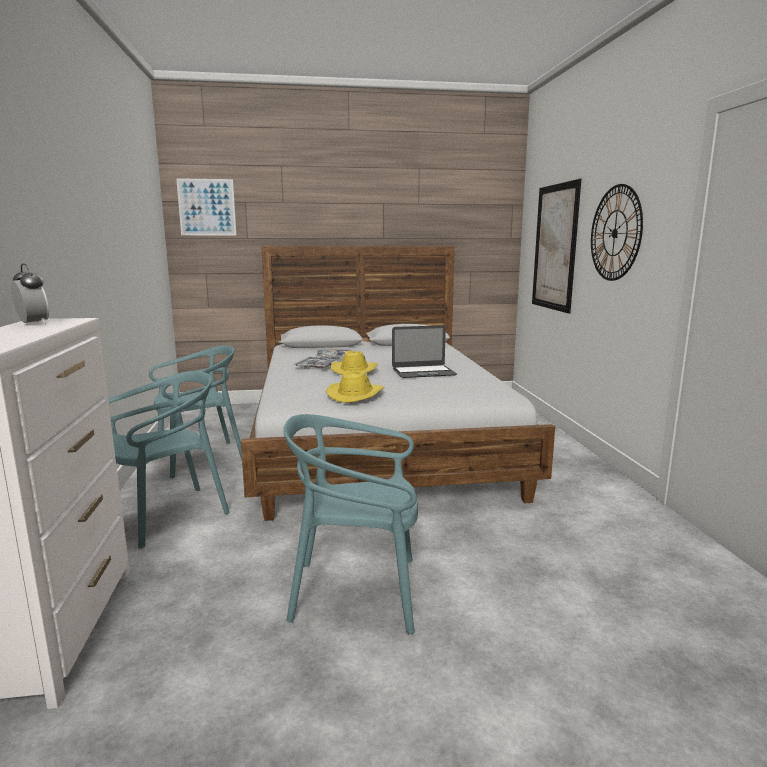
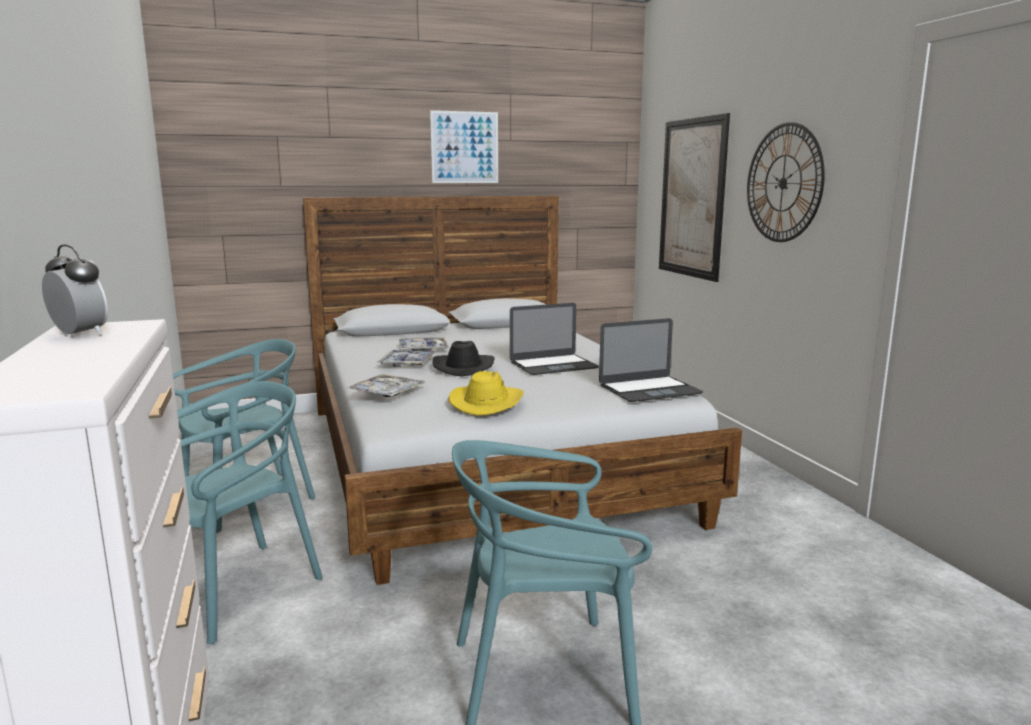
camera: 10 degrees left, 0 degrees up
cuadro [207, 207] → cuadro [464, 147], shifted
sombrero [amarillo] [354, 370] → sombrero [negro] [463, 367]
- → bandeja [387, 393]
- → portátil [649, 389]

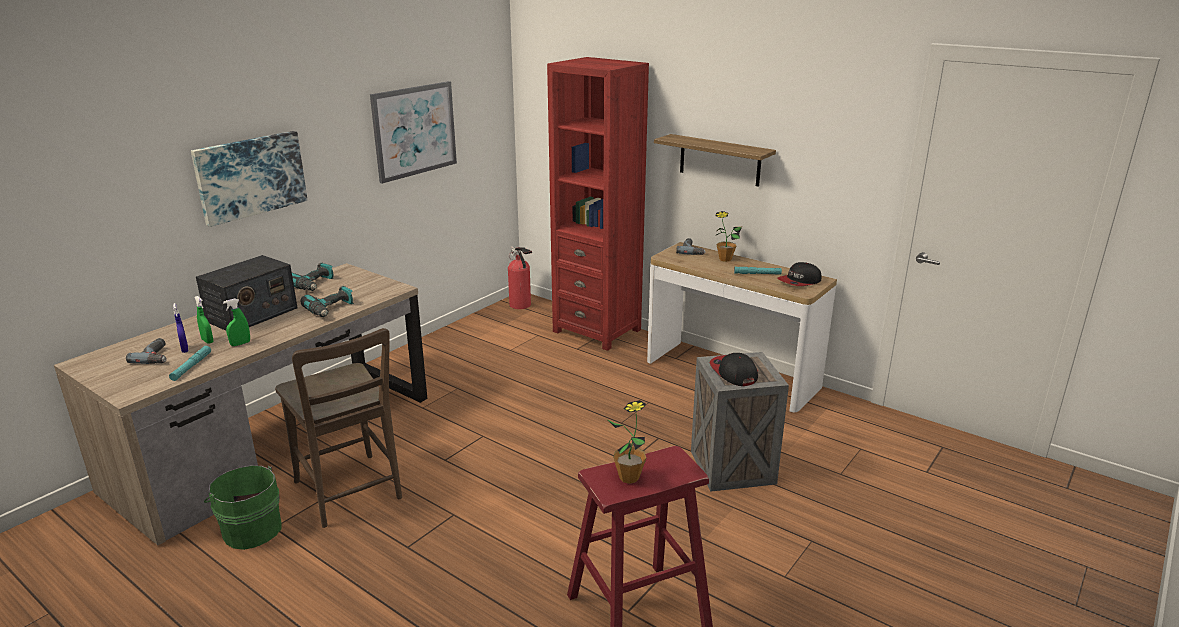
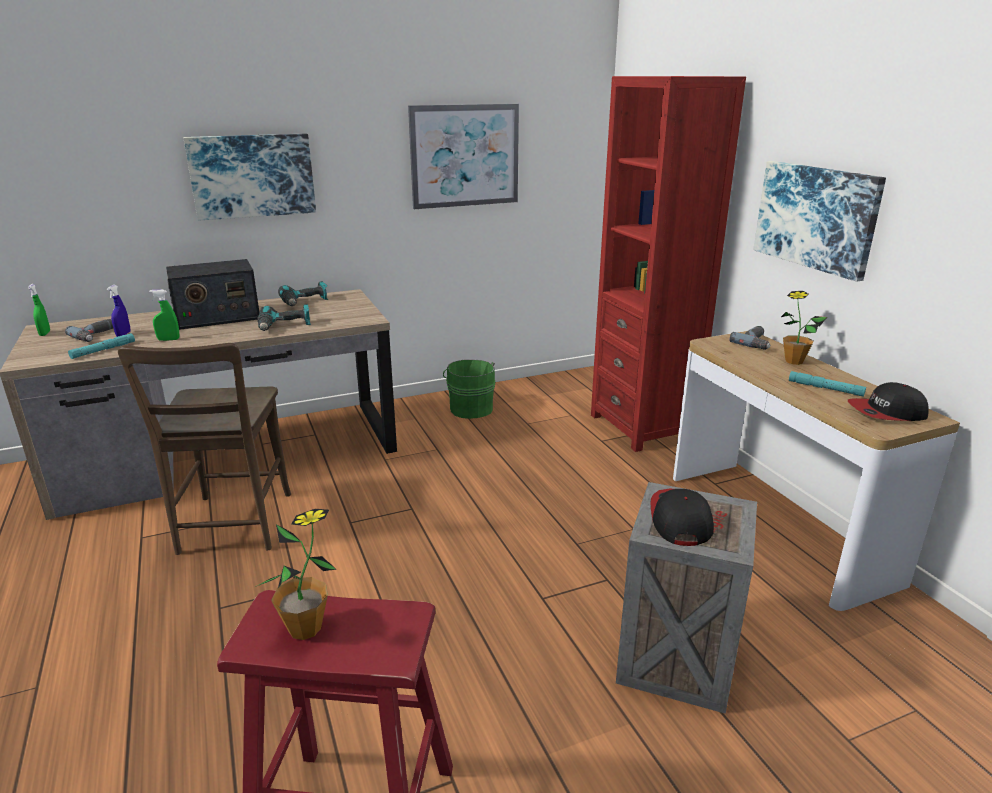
camera: 30 degrees right, 0 degrees up
pulverizador [verde] [207, 341] → pulverizador [verde] [45, 333], shifted
cubo [verde] [251, 529] → cubo [verde] [470, 408], shifted
extintor [521, 305] → -
estante [719, 160] → cuadro [816, 217]

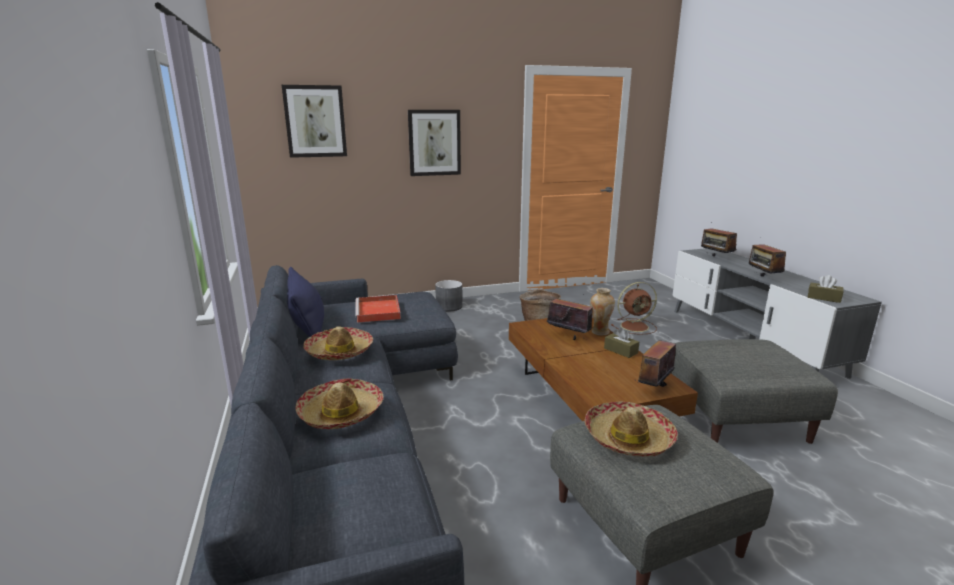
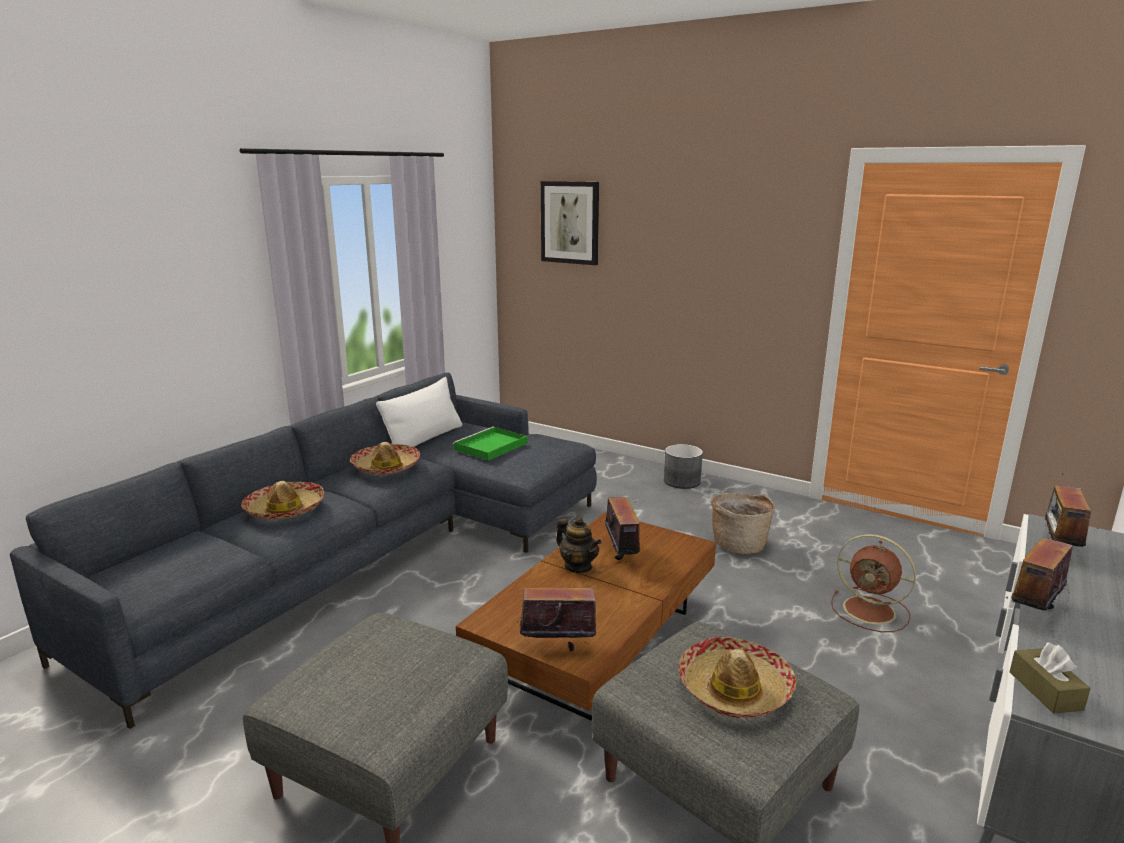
camera: 50 degrees right, 0 degrees up
cojín [azul] [307, 326] → cojín [blanco] [424, 439]
bandeja [rojo] [378, 311] → bandeja [verde] [490, 447]
cuadro [434, 143] → -
sombrero [628, 438] → sombrero [734, 689], shifted
florero [600, 332] → -
caja de pañuelos [marrón] [620, 351] → -
- → tetera [578, 566]

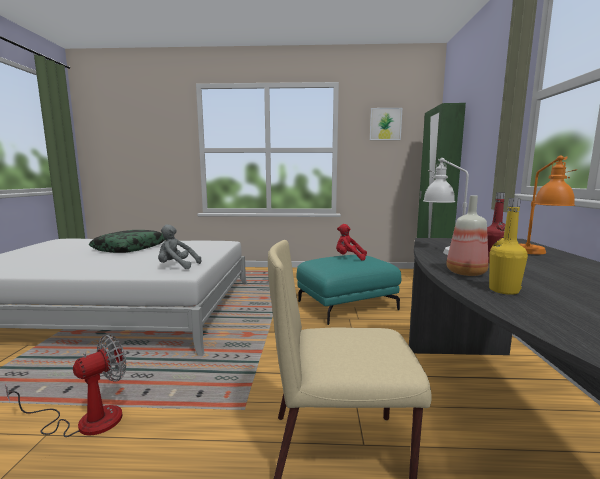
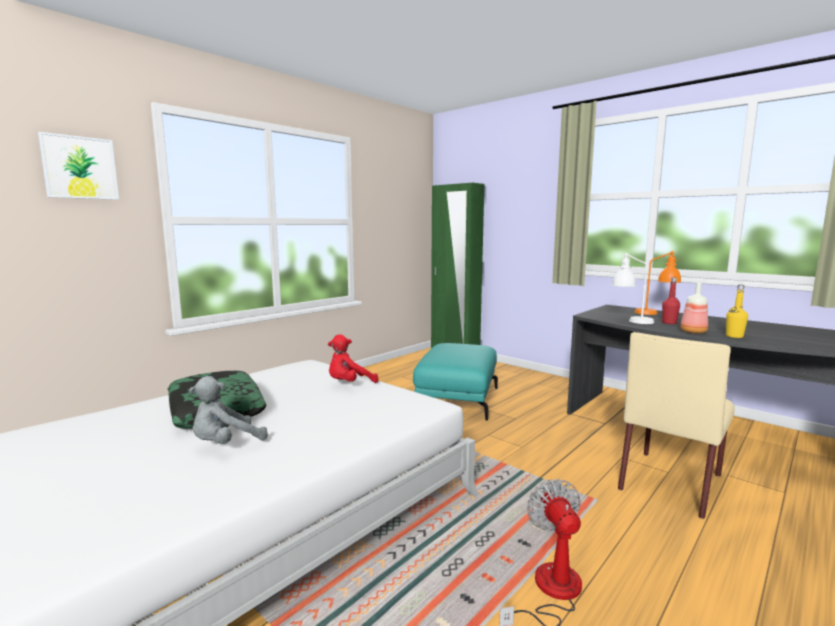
camera: 50 degrees left, 0 degrees up
peluche [gris] [176, 266] → peluche [gris] [226, 443], shifted
peluche [rojo] [349, 258] → peluche [rojo] [349, 384], shifted
cuadro [385, 124] → cuadro [80, 167], shifted

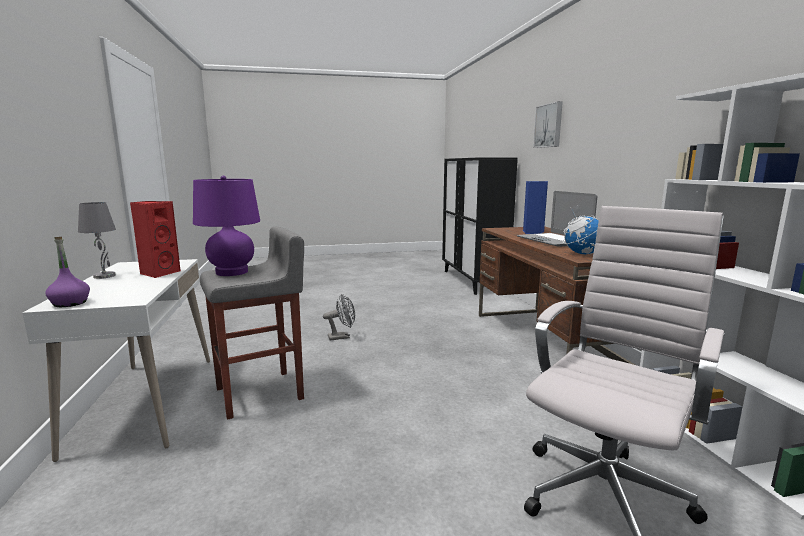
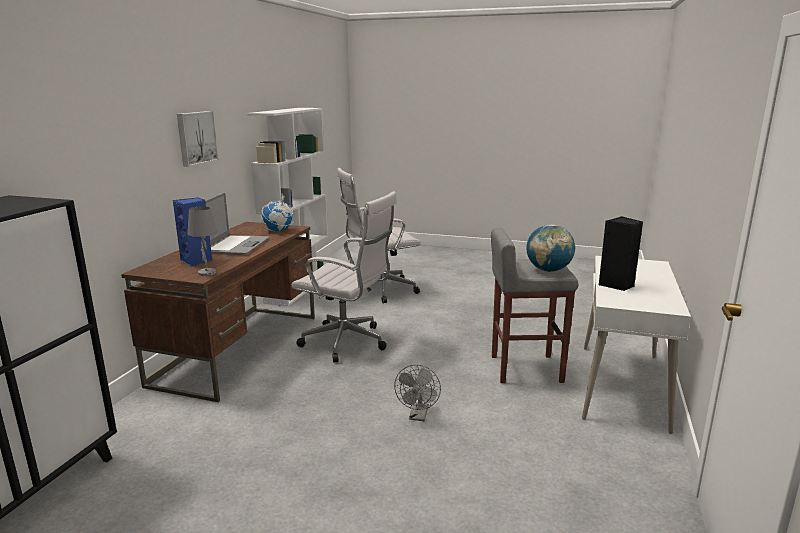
camera: 150 degrees left, 5 degrees up
botella [morado] [70, 303] → -
lámpara de mesa [gris] [105, 276] → lámpara de mesa [gris] [206, 273], shifted
altavoz [rojo] [159, 273] → altavoz [negro] [617, 285]
lámpara de mesa [morado] [232, 272] → globo terráqueo [548, 270]
ventilador [gris] [342, 337] → ventilador [gris] [418, 416], 90 degrees counterclockwise
cuadro [549, 125] → cuadro [196, 138], shifted
- → silla de oficina [blanco] [348, 343]

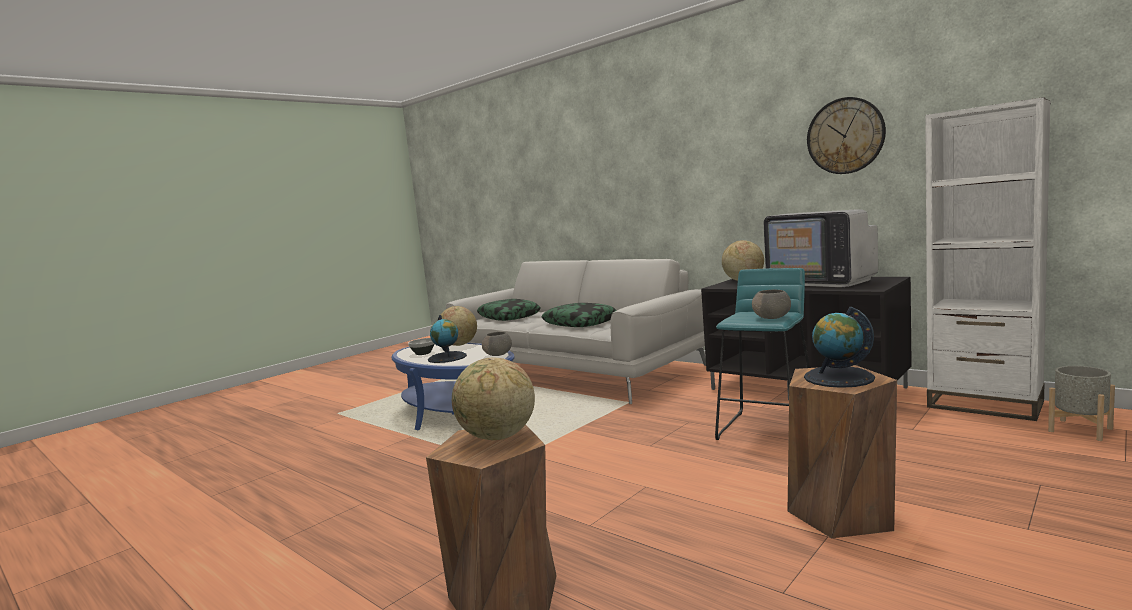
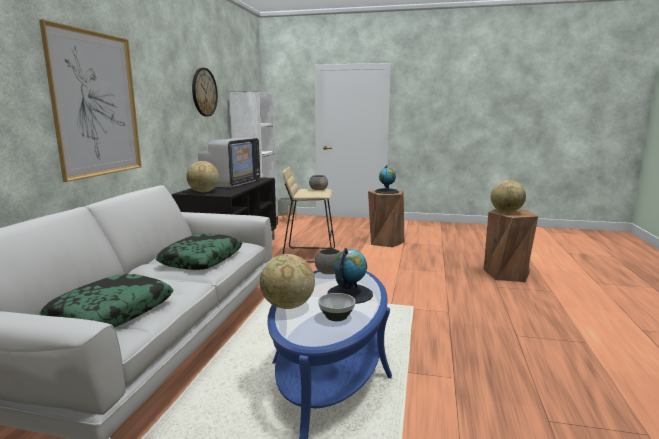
camera: 120 degrees left, 5 degrees up
taburete [turquesa] [768, 430] → taburete [beis] [309, 255]
- → cuadro [96, 104]

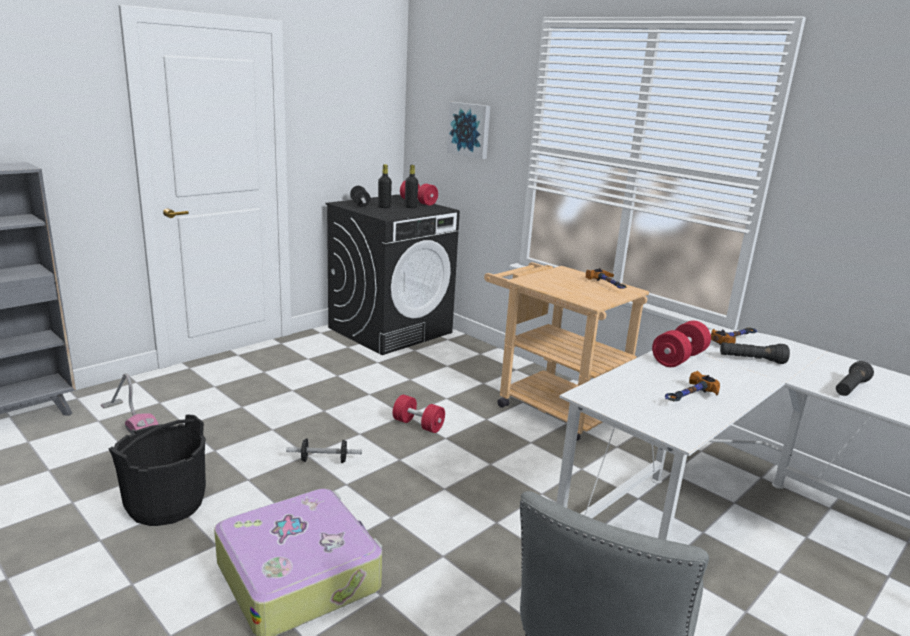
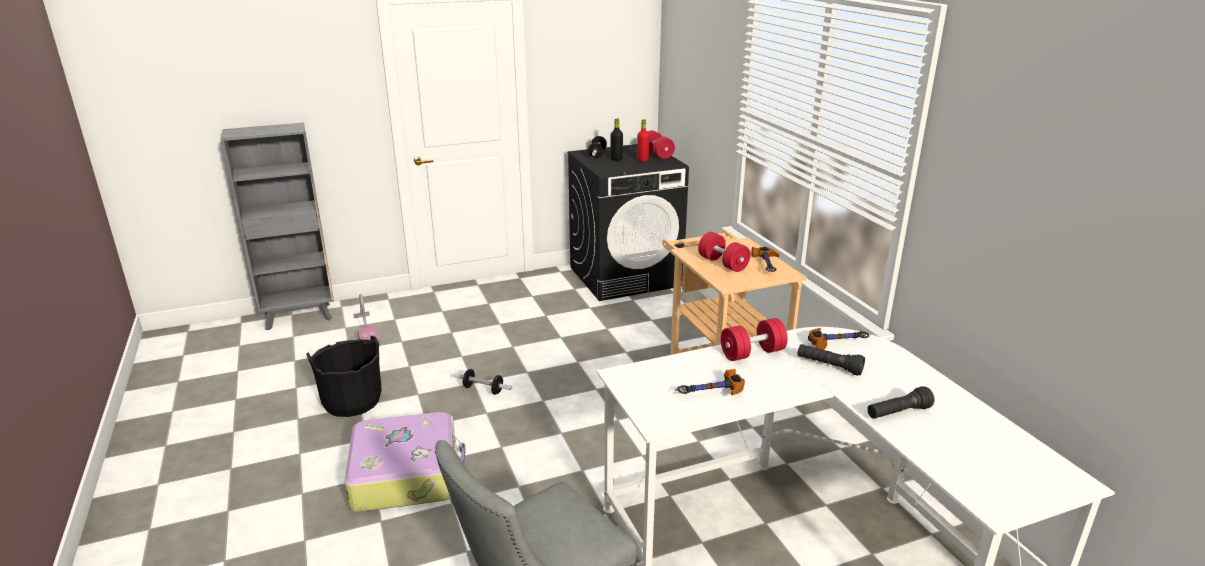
camera: 25 degrees right, 5 degrees up
mancuerna [rojo] [418, 425] → mancuerna [rojo] [723, 263], shifted
botella [negro] [410, 207] → botella [rojo] [642, 160]
cuadro [470, 130] → -

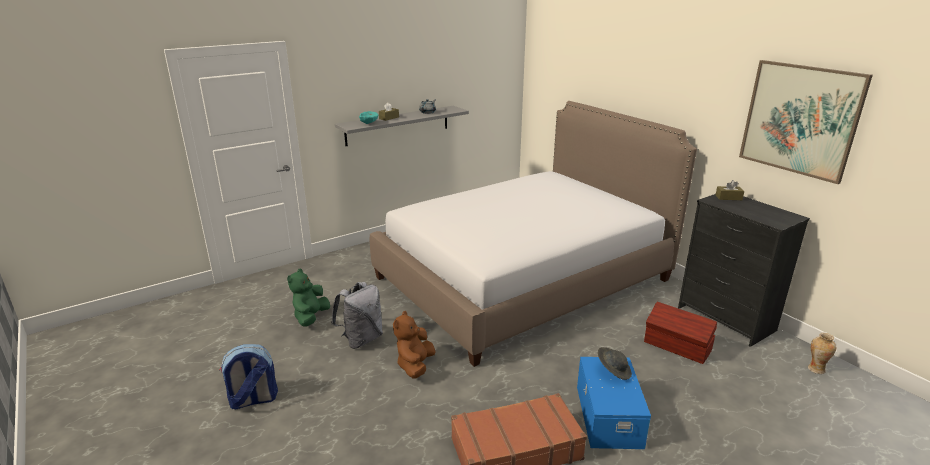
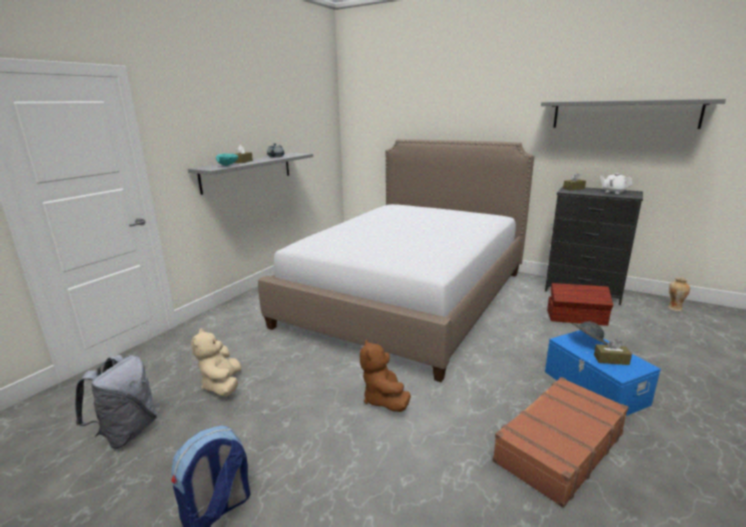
camera: 25 degrees left, 5 degrees down
peluche [verde] [311, 317] → peluche [beis] [222, 385]
mochila [gris] [361, 339] → mochila [gris] [127, 432], shifted
cuadro [800, 119] → estante [gris] [624, 114]
- → caja de pañuelos [marrón] [611, 360]
- → tetera [blanco] [613, 192]

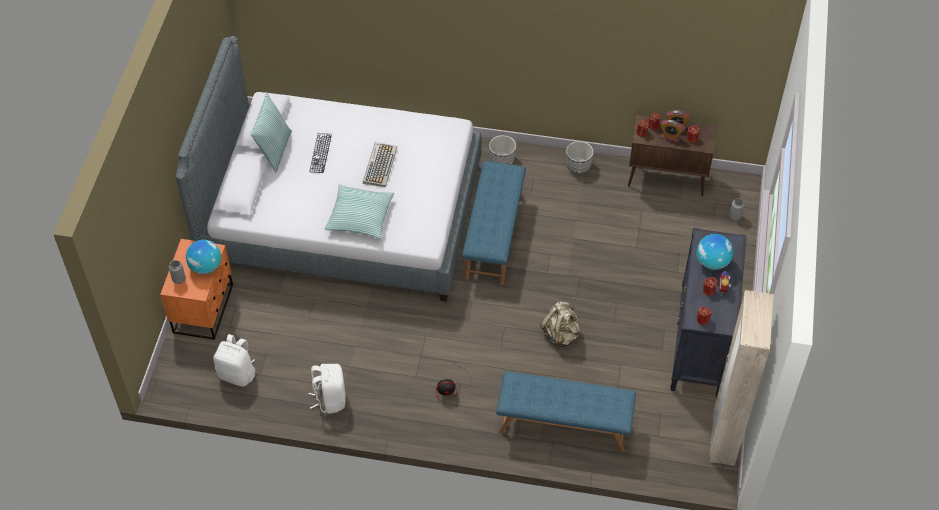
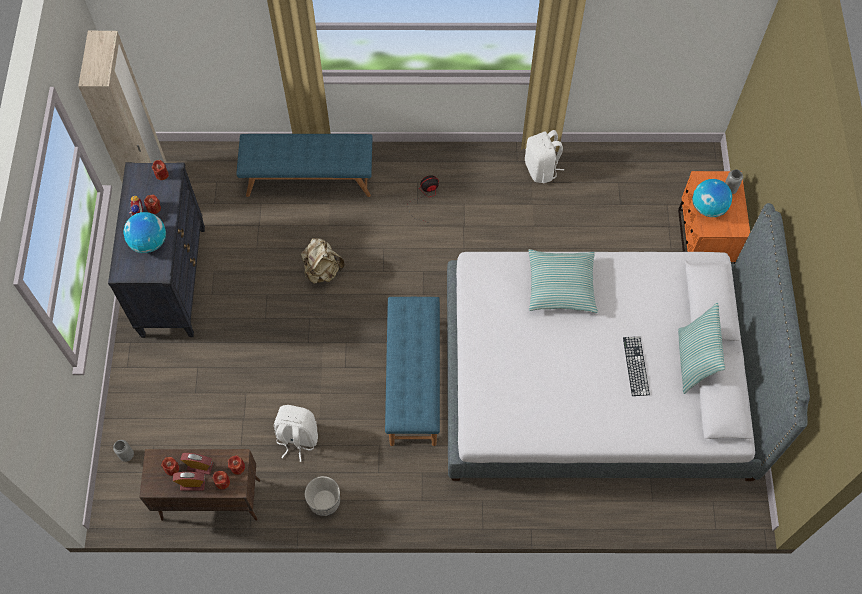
camera: 170 degrees right, 10 degrees up
mochila [blanco] [237, 374] → mochila [blanco] [297, 438], shifted
teclado [379, 165] → -
maceta [502, 160] → -

